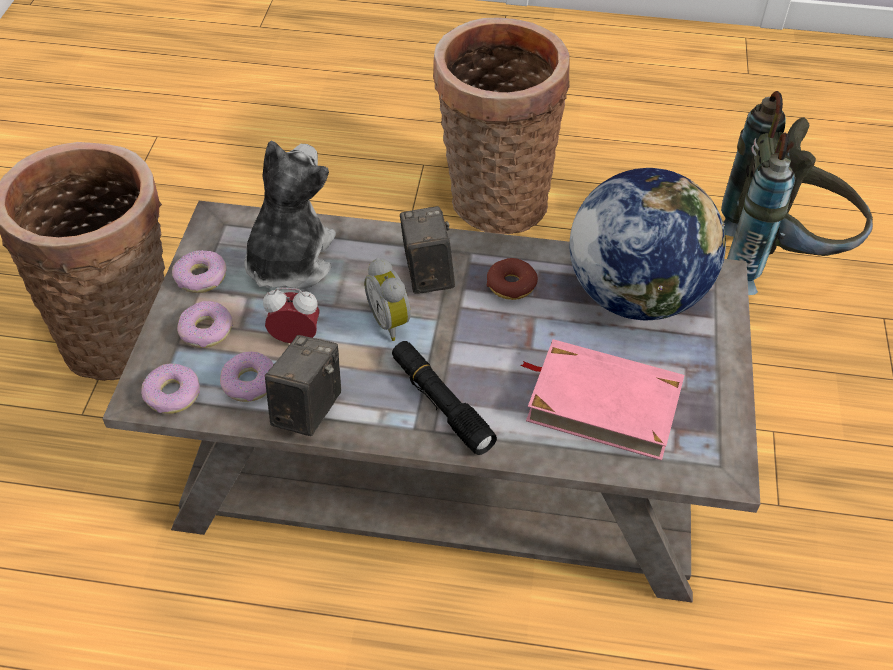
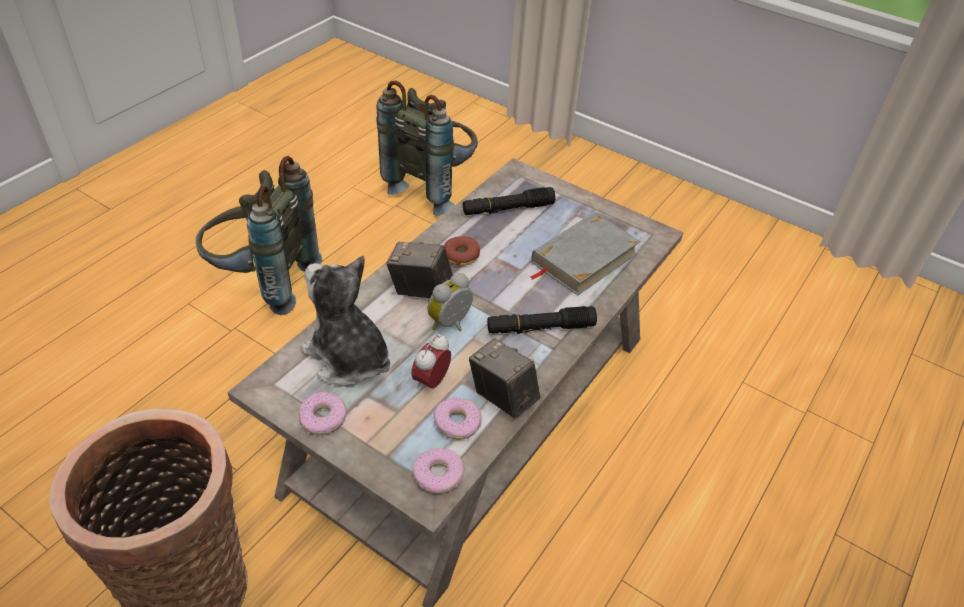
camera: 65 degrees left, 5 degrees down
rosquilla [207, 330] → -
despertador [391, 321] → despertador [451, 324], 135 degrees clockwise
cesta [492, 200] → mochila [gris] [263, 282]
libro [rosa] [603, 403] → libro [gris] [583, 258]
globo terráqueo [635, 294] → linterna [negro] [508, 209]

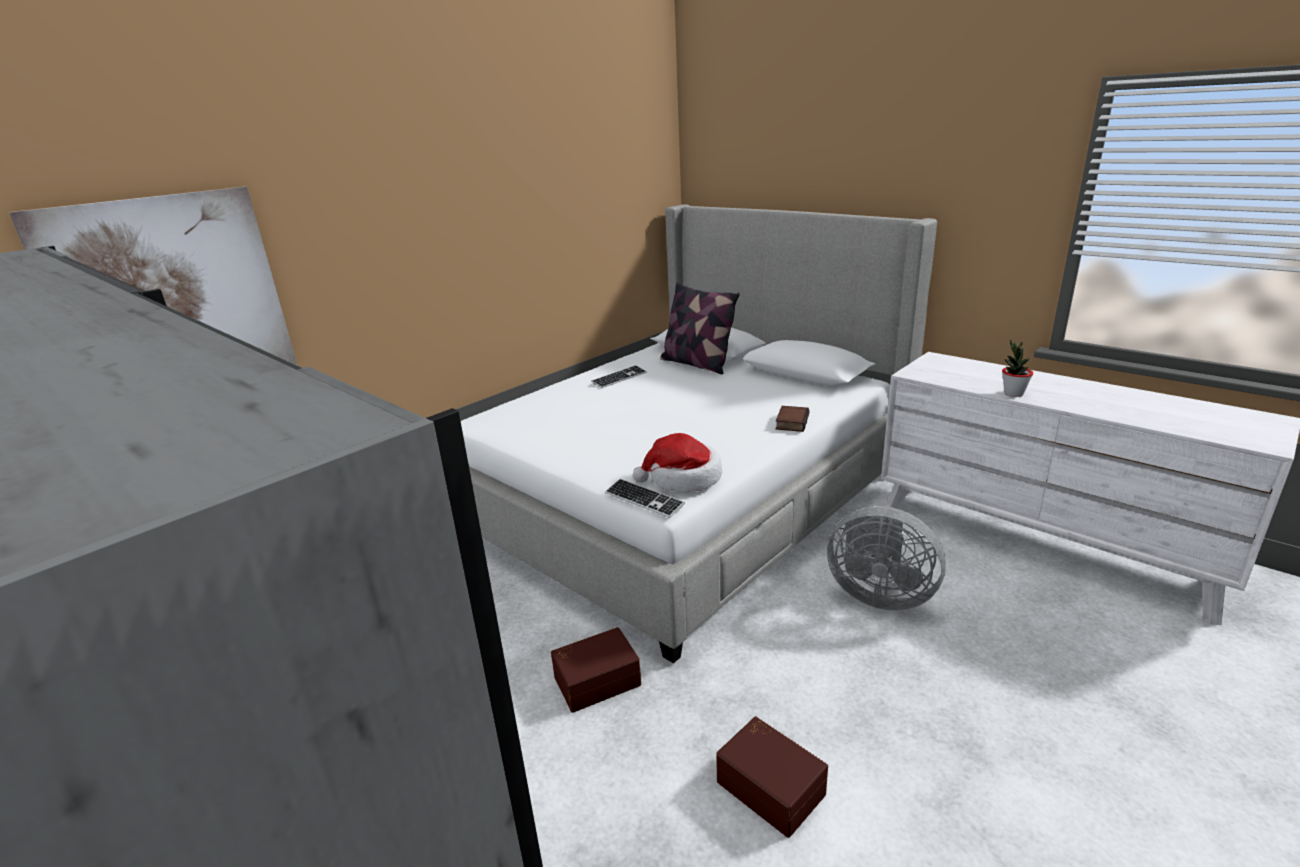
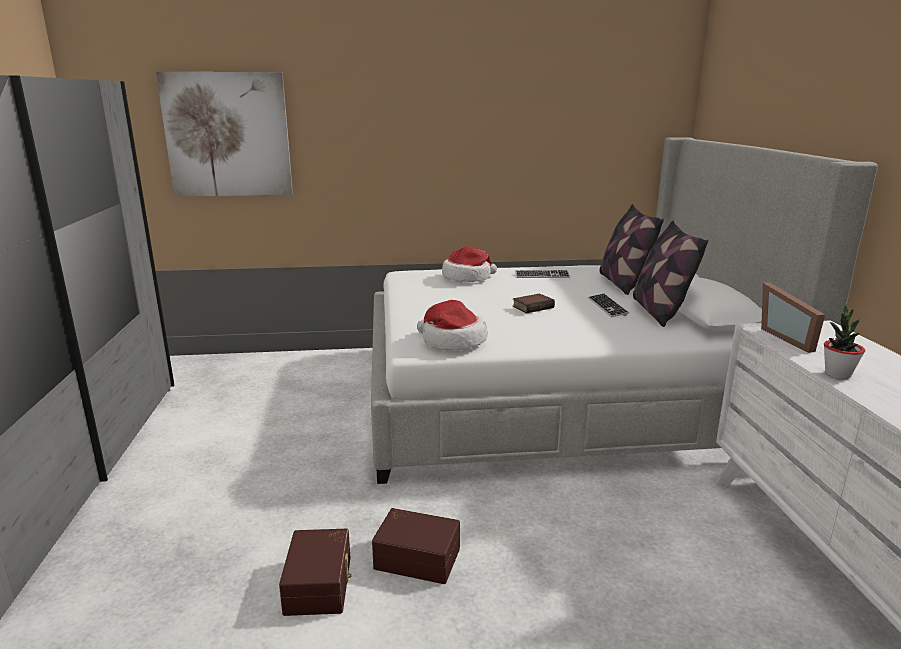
camera: 40 degrees right, 5 degrees down
caja de almacenaje [marrón] [596, 679] → caja de almacenaje [marrón] [418, 557], shifted
teclado [644, 500] → teclado [607, 307], shifted
libro [791, 422] → libro [532, 307], shifted
ventilador [gris] [878, 594] → -
- → sombrero [467, 277]
- → cojín [659, 312]
- → portarretratos [790, 338]

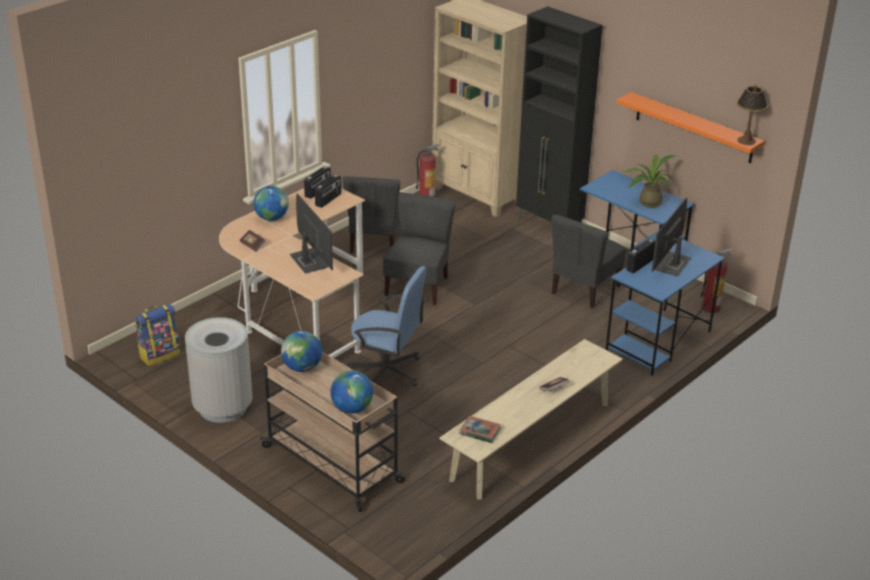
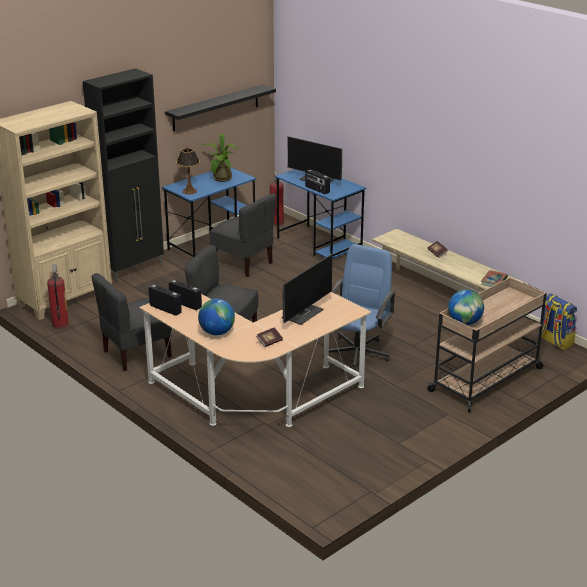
camera: 85 degrees left, 5 degrees down
mochila [159, 354] → mochila [555, 341], shifted
papelera [gris] [222, 407] → -
monitor [308, 261] → monitor [303, 314], 150 degrees clockwise
globo terráqueo [352, 408] → -
silla [gris] [375, 242] → silla [gris] [136, 354], 135 degrees clockwise
estante [naranja] [694, 128] → estante [negro] [216, 108]
lámpara de mesa [746, 141] → lámpara de mesa [189, 191], shifted

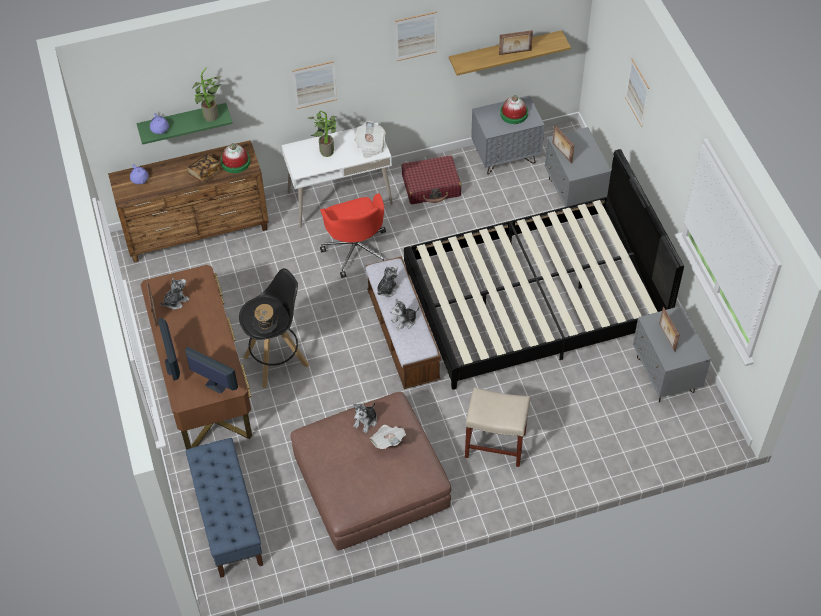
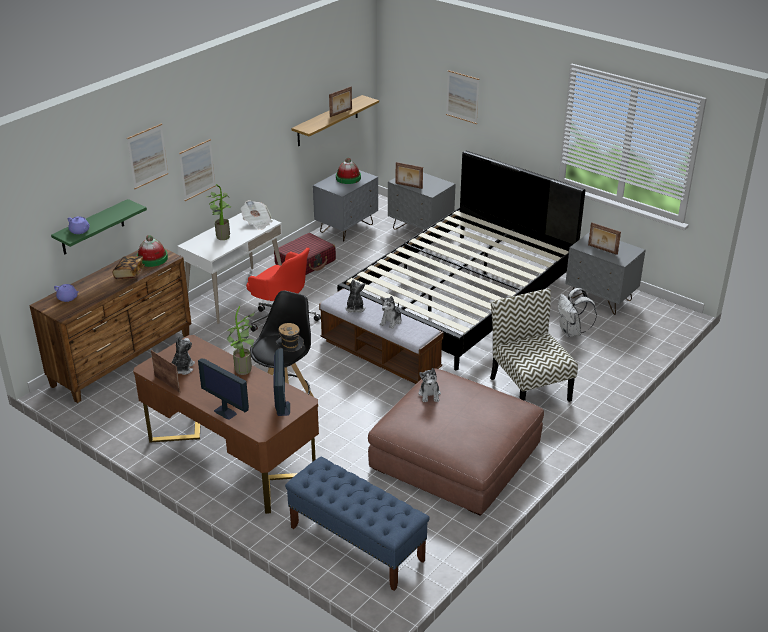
camera: 35 degrees left, 20 degrees down
monitor [215, 385] → monitor [283, 408], 90 degrees clockwise
planta en maceta [211, 118] → planta en maceta [244, 371], shifted
periódico [388, 441] → -
cuadro [416, 36] → cuadro [147, 156], shifted
taburete [beis] [496, 444] → silla [529, 388]
- → mochila [blanco] [571, 332]

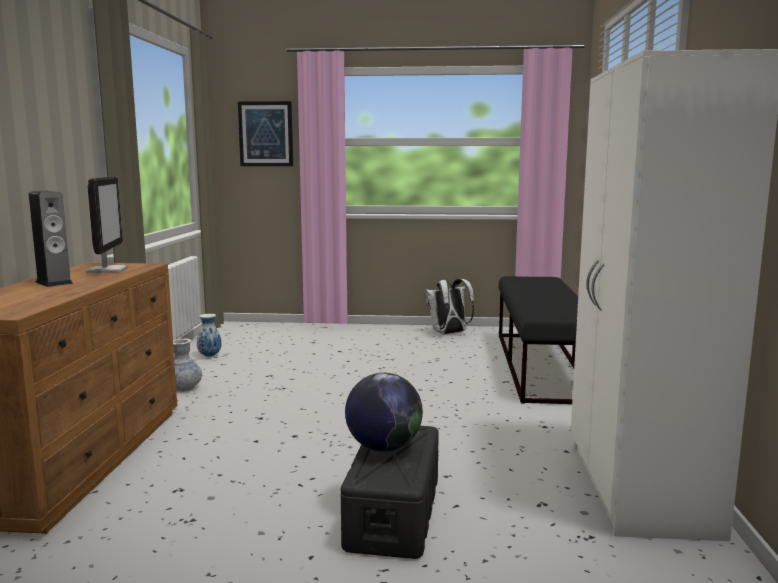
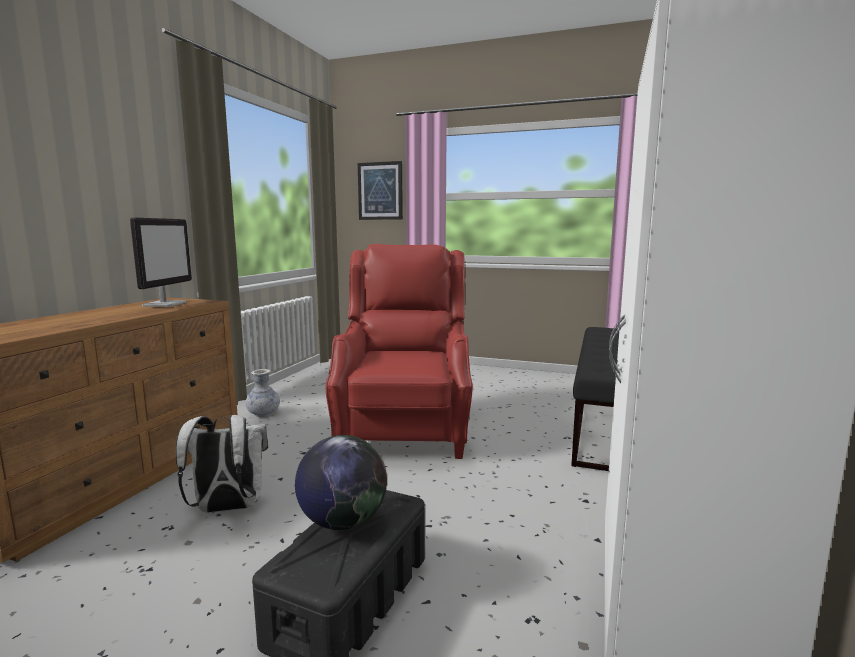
camera: 15 degrees right, 0 degrees up
altavoz [54, 282] → -
florero [209, 356] → -
mochila [blanco] [449, 333] → mochila [blanco] [227, 508], shifted
- → sillón [rojo] [405, 429]

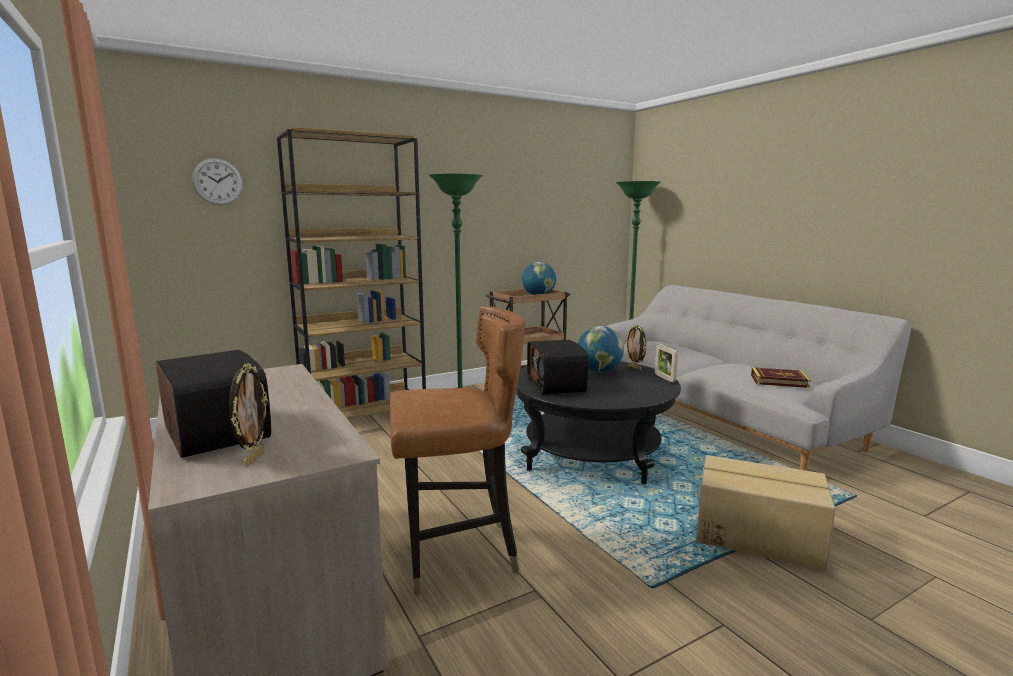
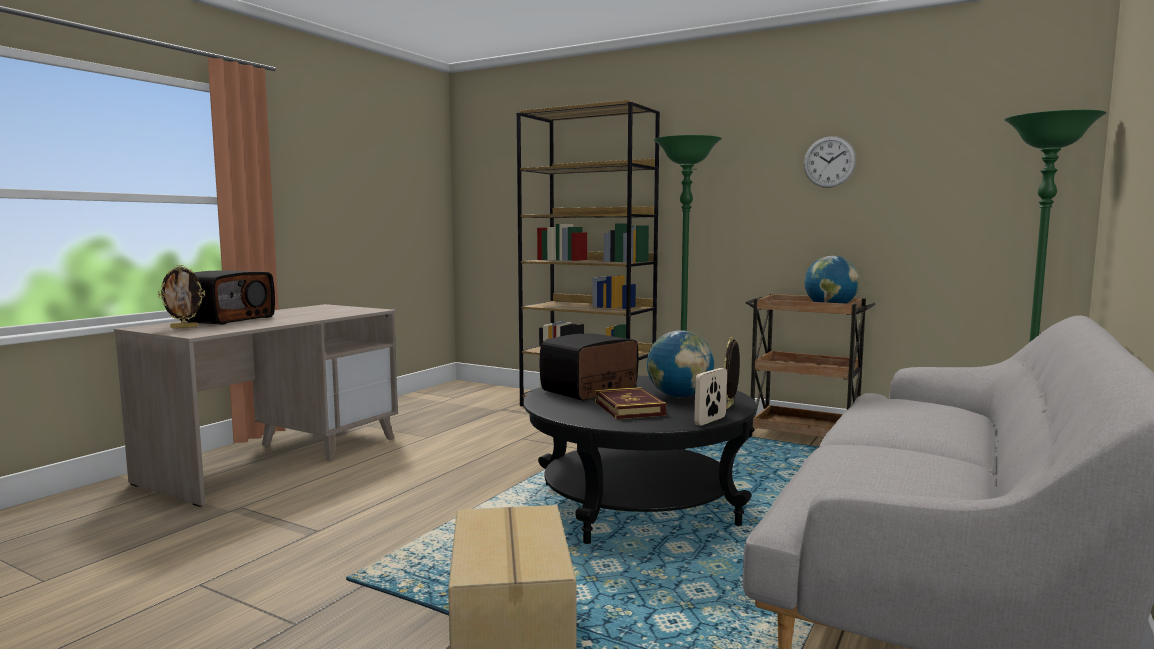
camera: 60 degrees right, 5 degrees down
reloj de pared [217, 182] → reloj de pared [829, 162], shifted
silla [marrón] [457, 554] → -
libro [779, 381] → libro [629, 408], shifted

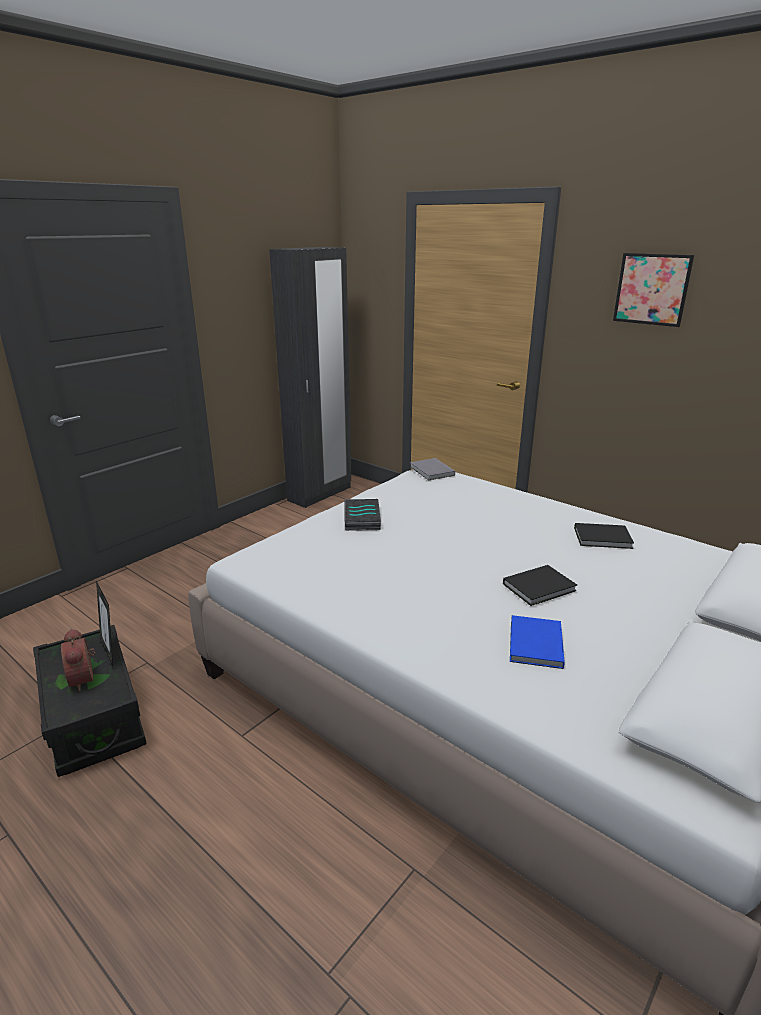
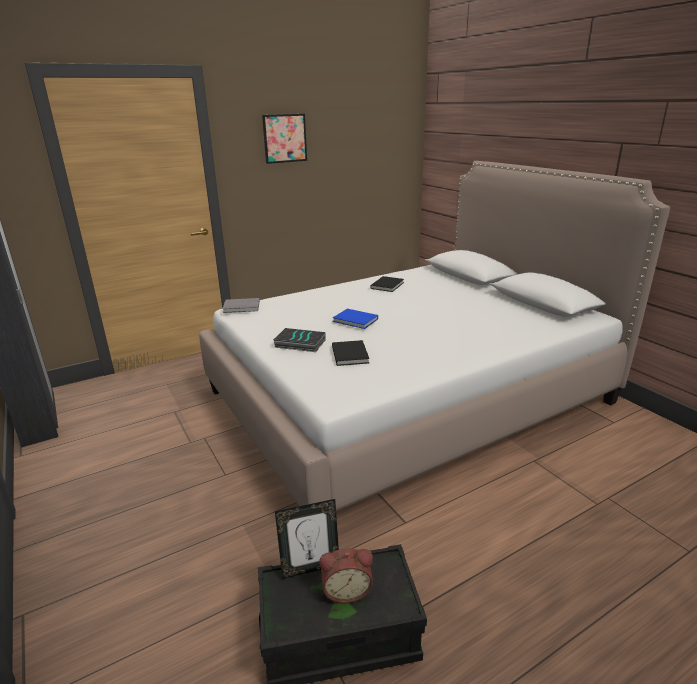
camera: 70 degrees left, 0 degrees up
libro [negro] [541, 587] → libro [negro] [350, 354], shifted
libro [azul] [534, 645] → libro [azul] [356, 321], shifted

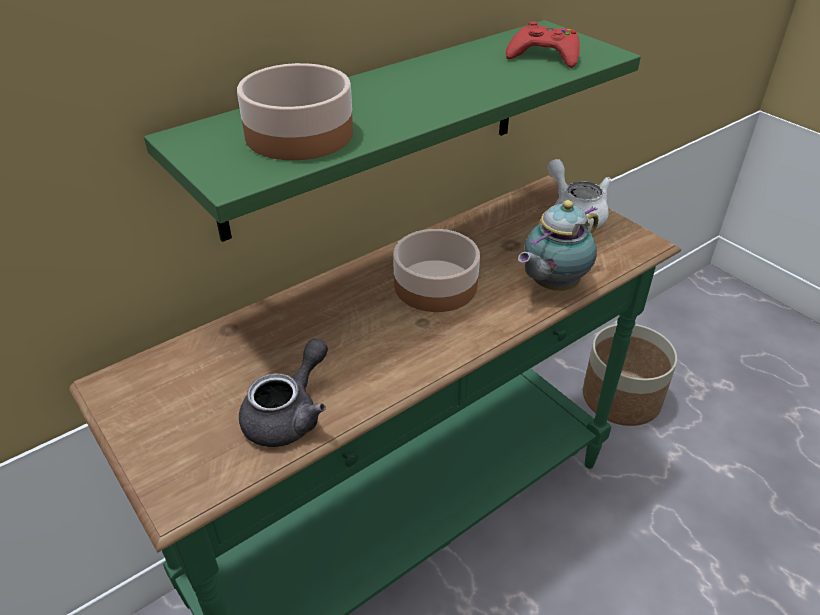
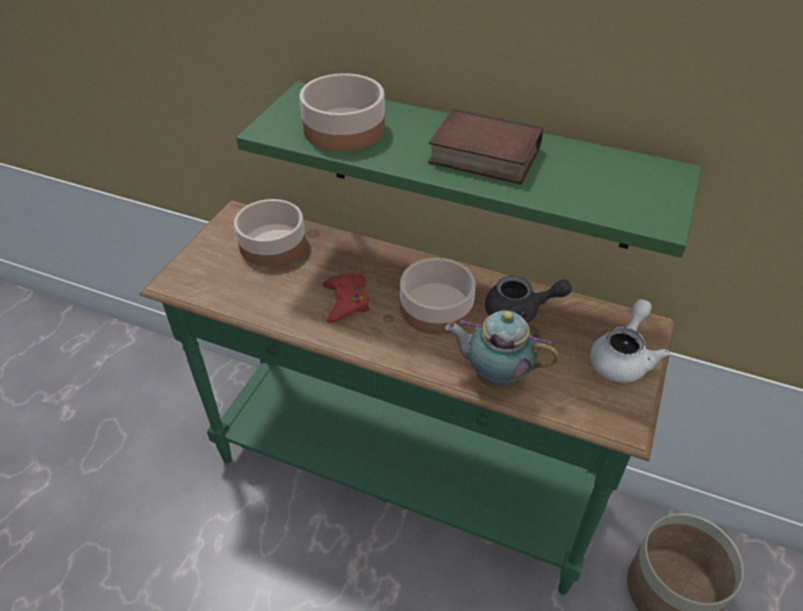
camera: 60 degrees right, 5 degrees up
tetera [gris] [289, 415] → tetera [gris] [520, 312], shifted
mando de consola [rojo] [544, 55] → mando de consola [rojo] [346, 301], shifted
- → cuenco [273, 244]
- → libro [482, 157]

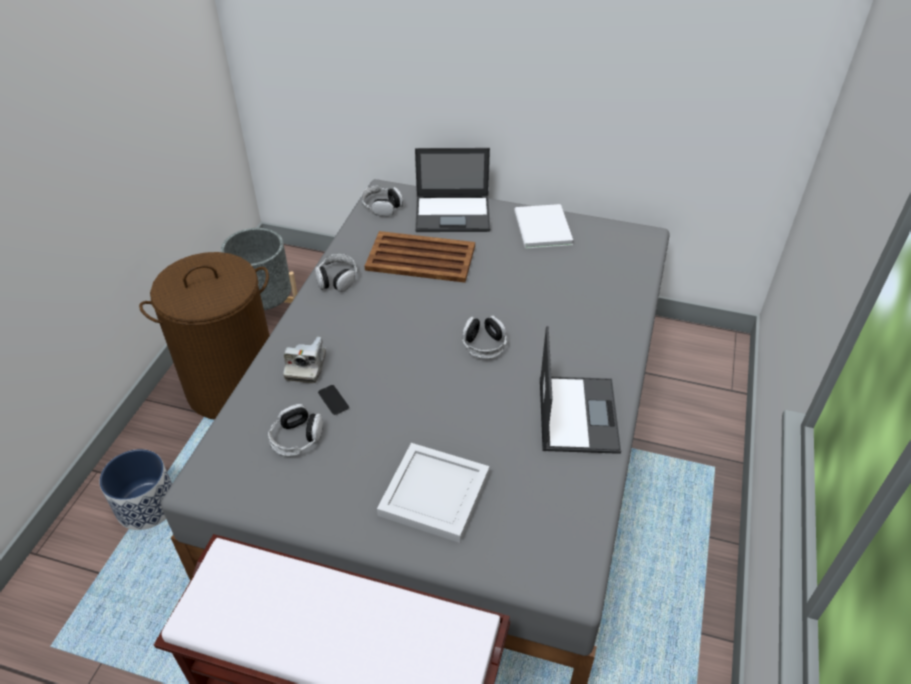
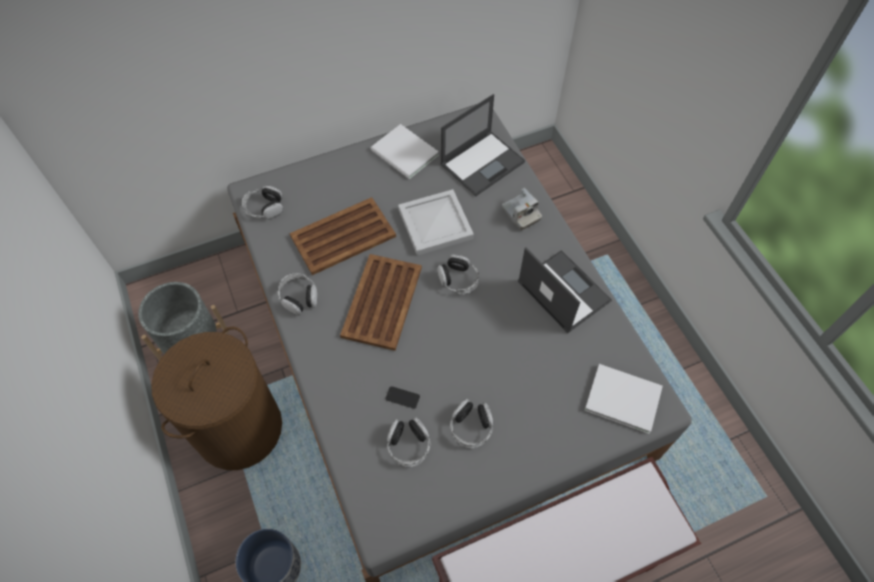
camera: 40 degrees left, 15 degrees up
cámara [306, 367] → cámara [520, 214], shifted
bandeja [blanco] [432, 495] → bandeja [blanco] [434, 225], shifted
portátil [453, 214] → portátil [483, 162], shifted
- → bandeja [marrón] [382, 301]
- → auriculares [471, 427]
- → libro [blanco] [621, 396]

